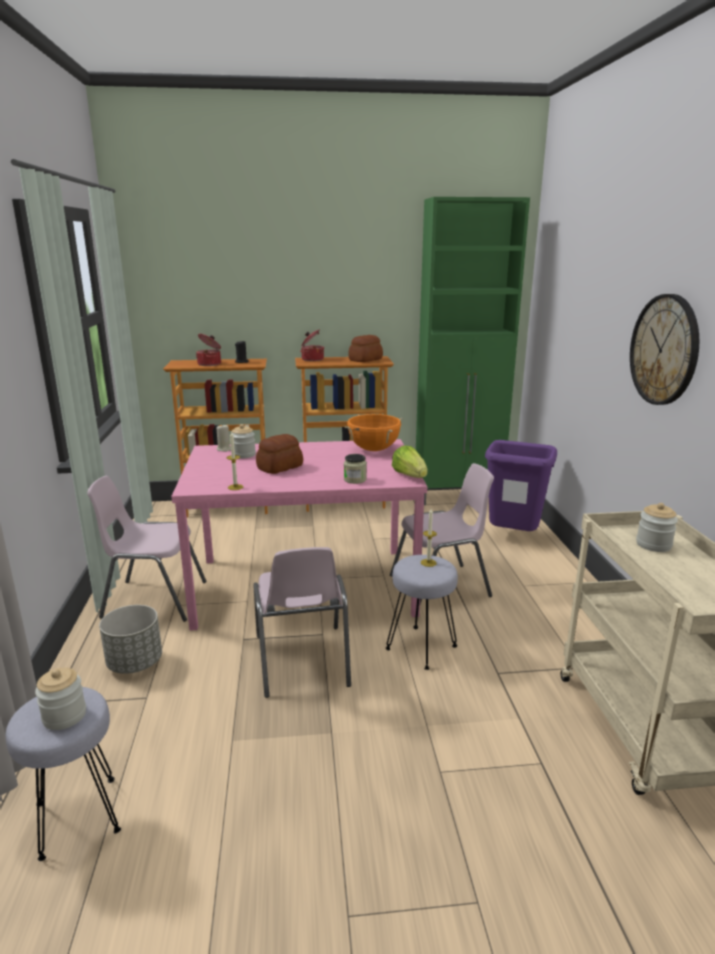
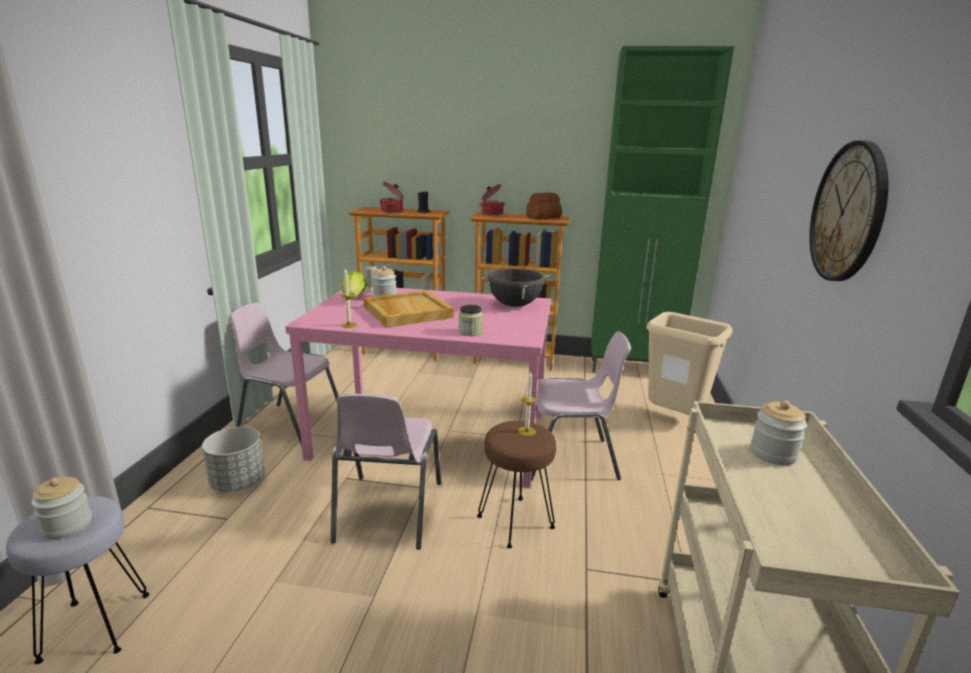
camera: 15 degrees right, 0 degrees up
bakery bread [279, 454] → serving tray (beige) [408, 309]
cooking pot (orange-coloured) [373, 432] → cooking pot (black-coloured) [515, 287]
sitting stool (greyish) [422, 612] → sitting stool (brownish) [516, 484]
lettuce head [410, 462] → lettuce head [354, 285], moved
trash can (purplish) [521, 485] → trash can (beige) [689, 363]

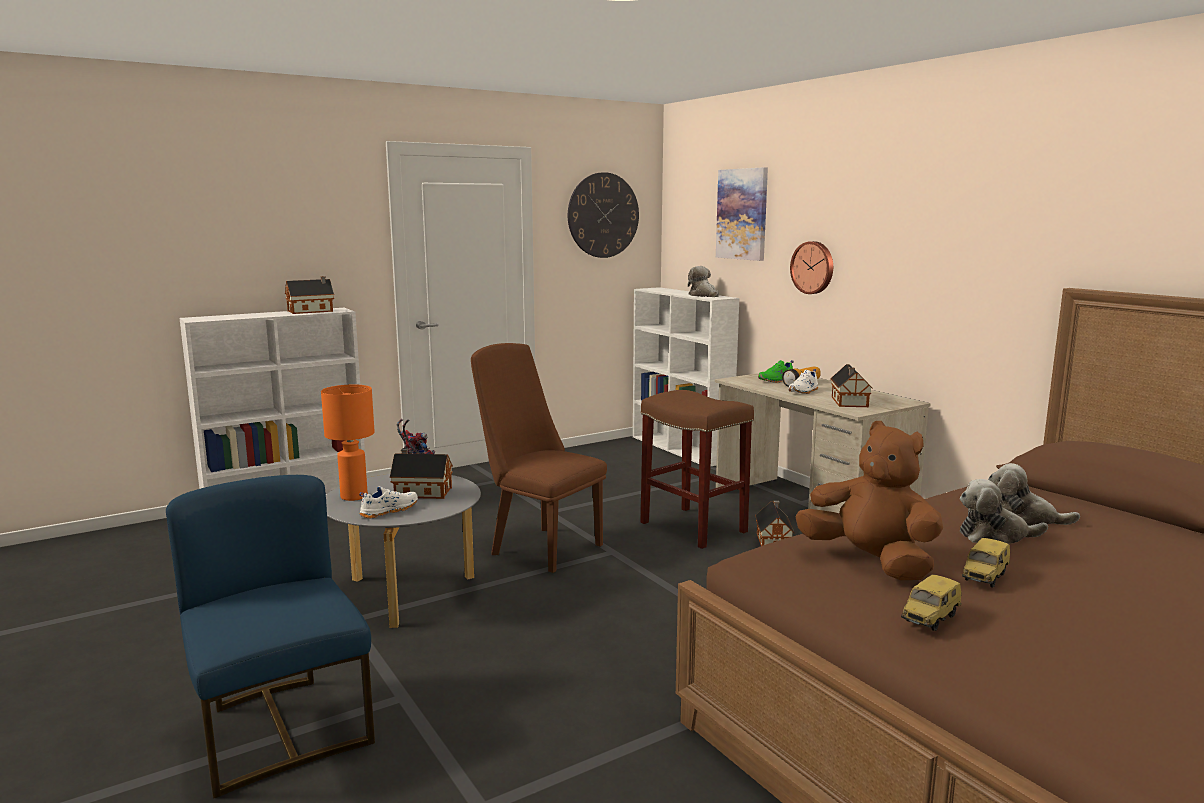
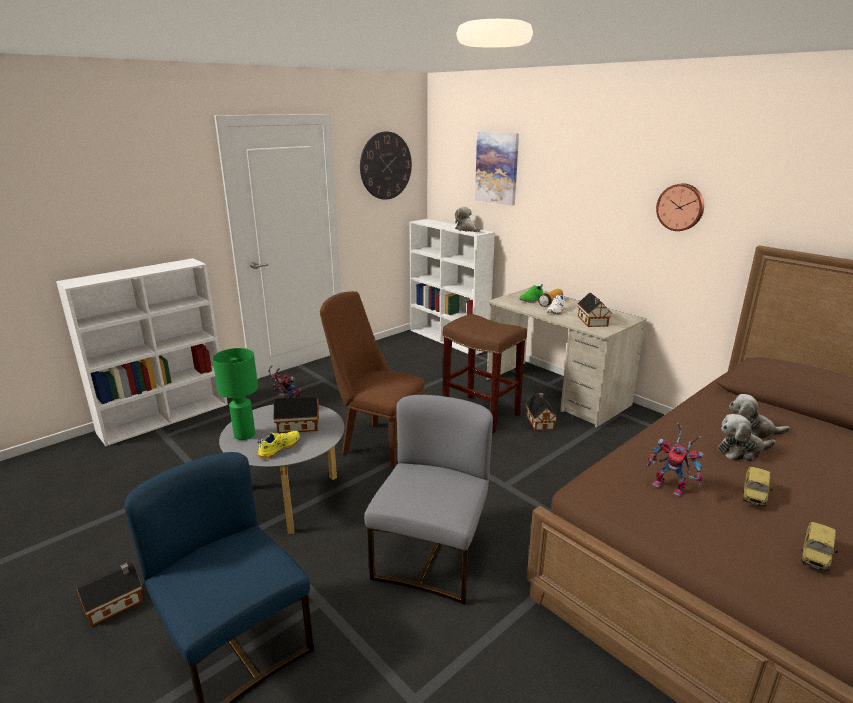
camera: 10 degrees left, 10 degrees up
toy house [309, 295] → toy house [109, 594], moved
tabletop lamp (orange-coloured) [348, 442] → tabletop lamp (green) [235, 394]
shoe (white) [388, 502] → shoe (yellow-coloured) [278, 445]
hanging clock [811, 267] → hanging clock [680, 207], moved
cuddly toy (brownish) [869, 500] → robot figure [675, 459]
model car [931, 603] → model car [819, 546], moved
- → plain chair (greyish) [428, 500]

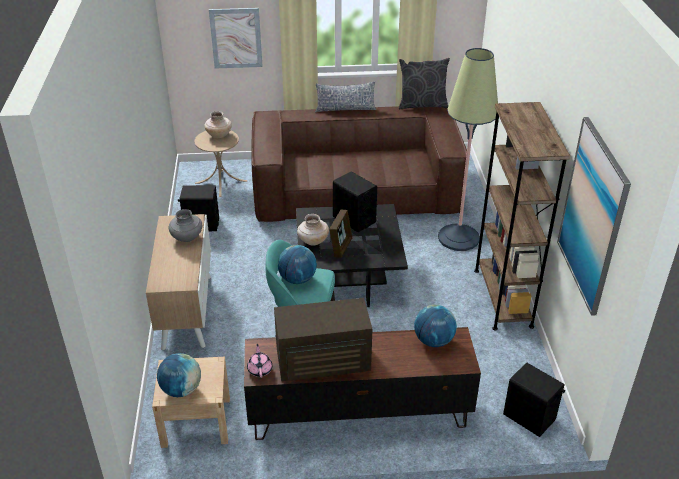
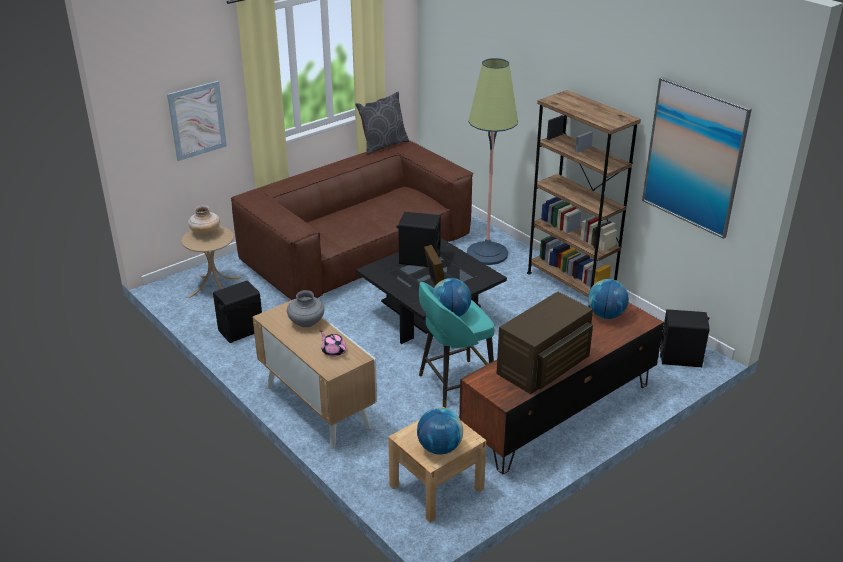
camera: 35 degrees left, 5 degrees down
pot for tea (pink-coloured) [259, 361] → pot for tea (pink-coloured) [333, 343], moved
vase (beige) [313, 229] → -
throw pillow [345, 96] → -

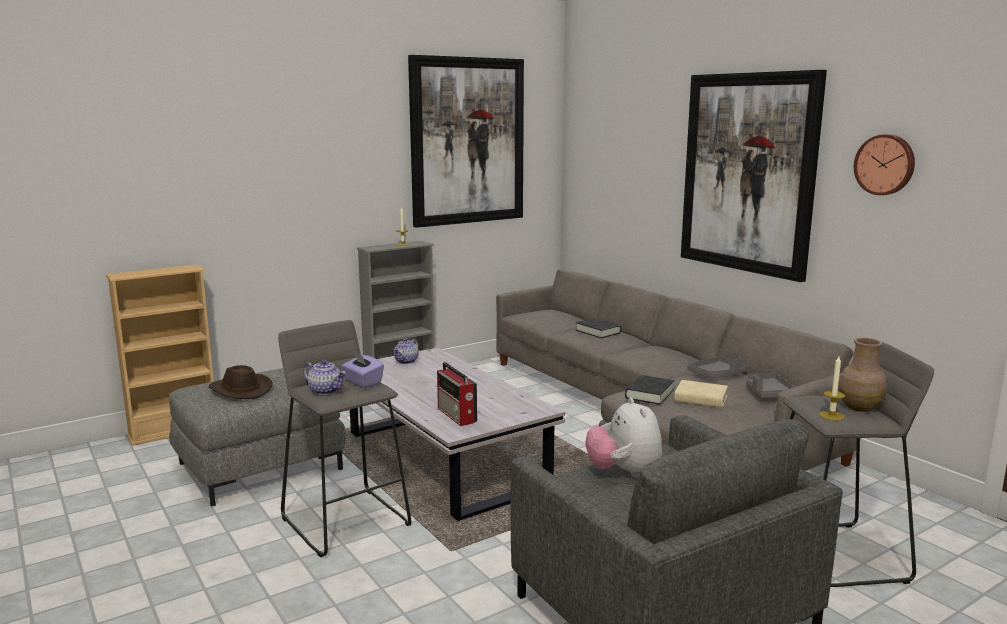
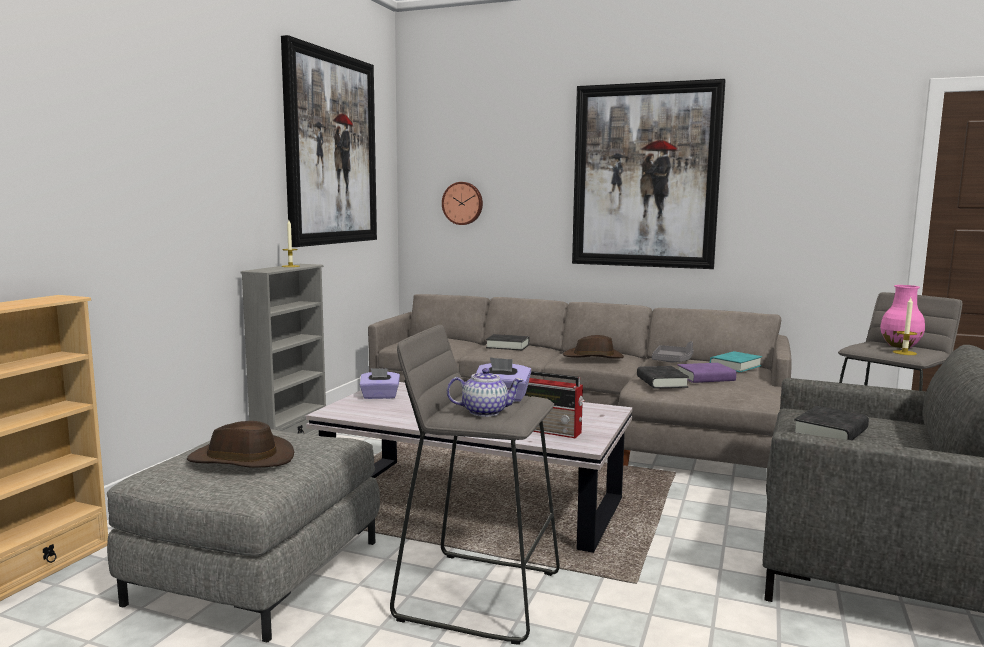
camera: 35 degrees left, 5 degrees down
pot for tea [406, 351] → tissue holder (purplish) [380, 383]
cuddly toy [623, 437] → book (black-coloured) [831, 423]
book (beige) [701, 394] → book (purplish) [707, 373]
serving tray (greyish) [770, 385] → book (turquoise) [736, 361]
vase (brownish) [862, 375] → vase (pink-coloured) [902, 316]
hanging clock [884, 164] → hanging clock [462, 203], moved
- → hat (brownish) [593, 347]

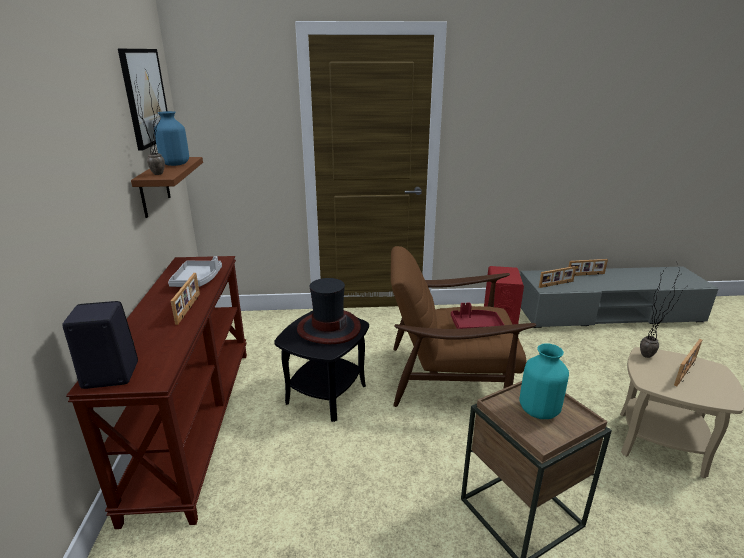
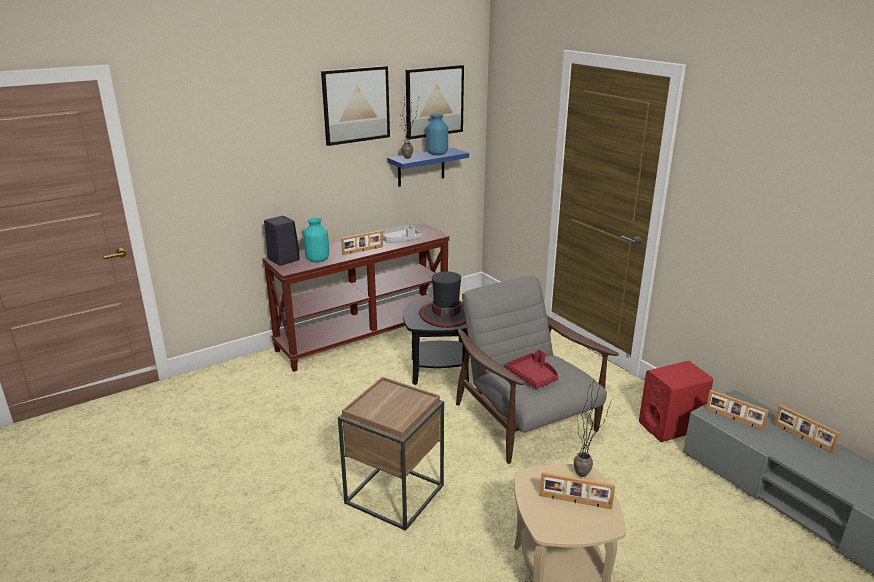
camera: 60 degrees right, 0 degrees up
shelf (brownish) [167, 187] → shelf (blue) [428, 167]
easy chair (brownish) [463, 326] → easy chair (greyish) [537, 370]
vase (turquoise) [544, 381] → vase (turquoise) [316, 240], moved
- → wall art [355, 106]

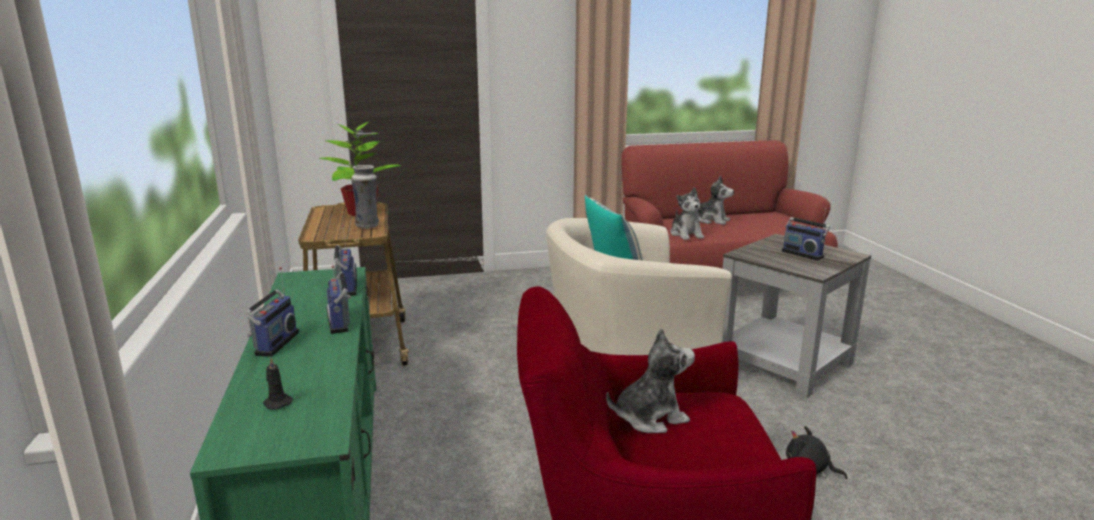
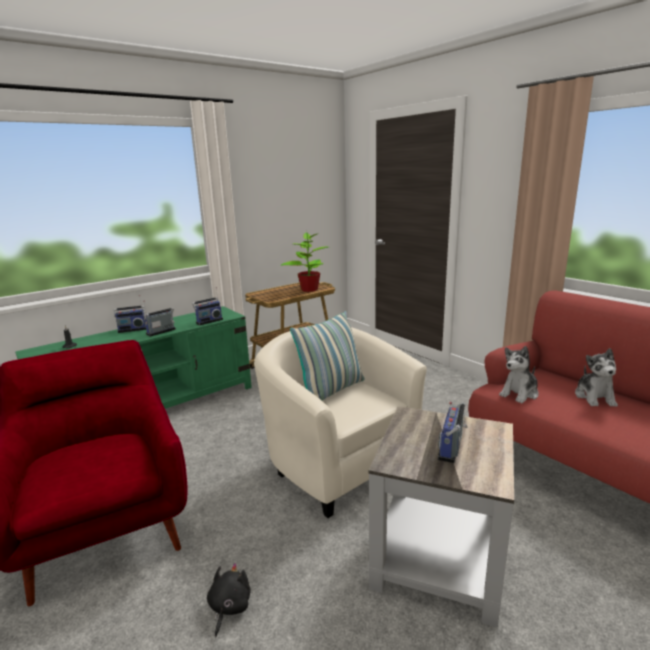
camera: 65 degrees right, 0 degrees up
vase [365, 197] → -
cuddly toy [650, 380] → -

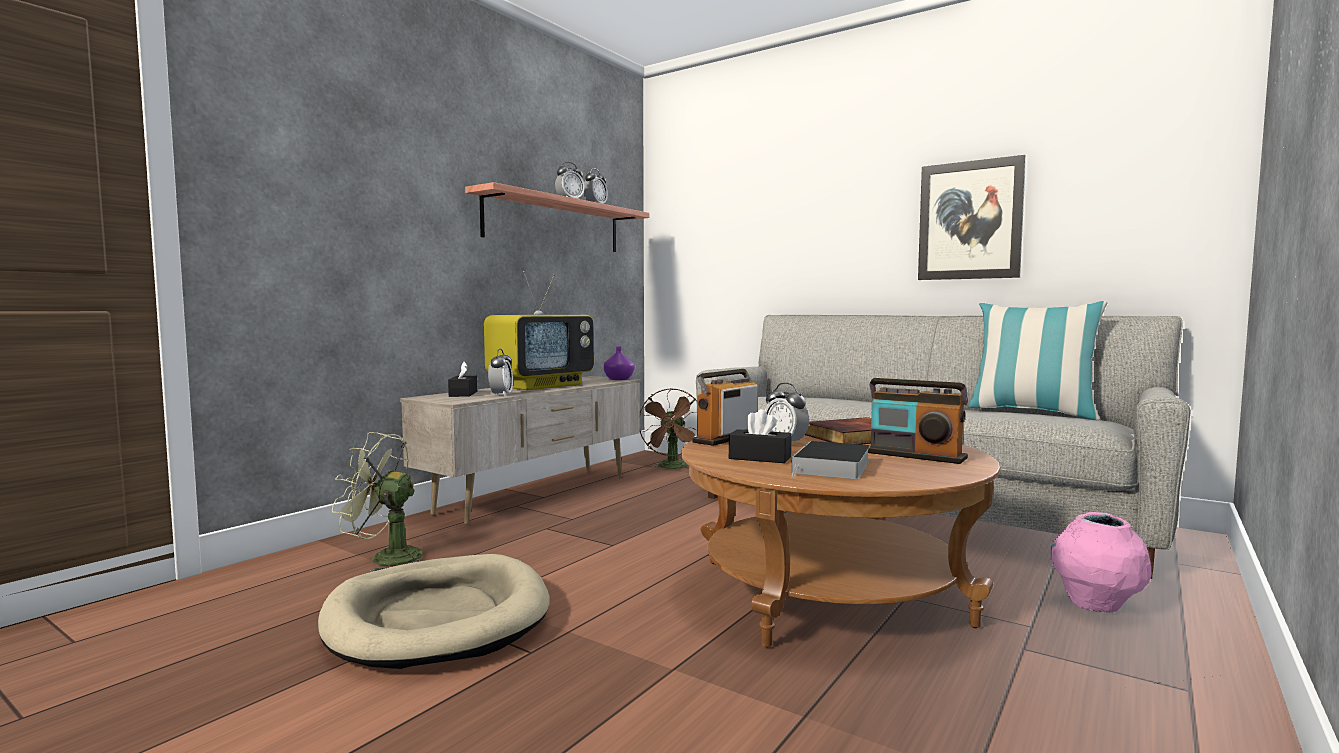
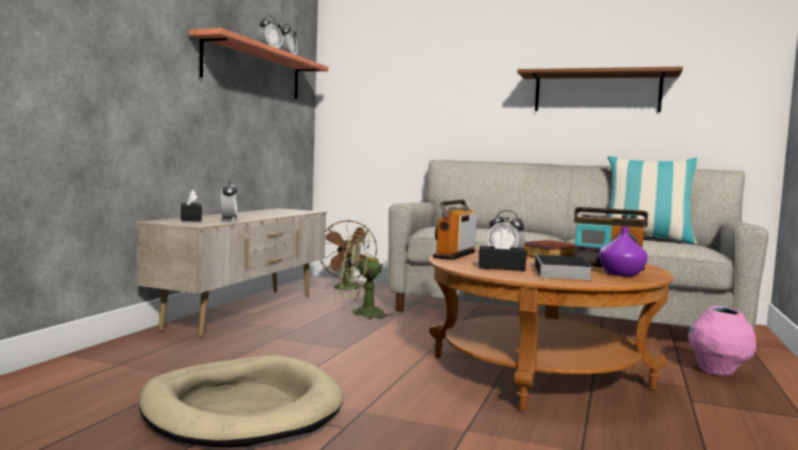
camera: 15 degrees left, 0 degrees up
cooling fan (green) [378, 502] → cooling fan (green) [367, 275], moved
TV [539, 330] → -
vase (purplish) [619, 363] → vase (purplish) [623, 252], moved
wall art [972, 217] → shelf (brownish) [600, 89]

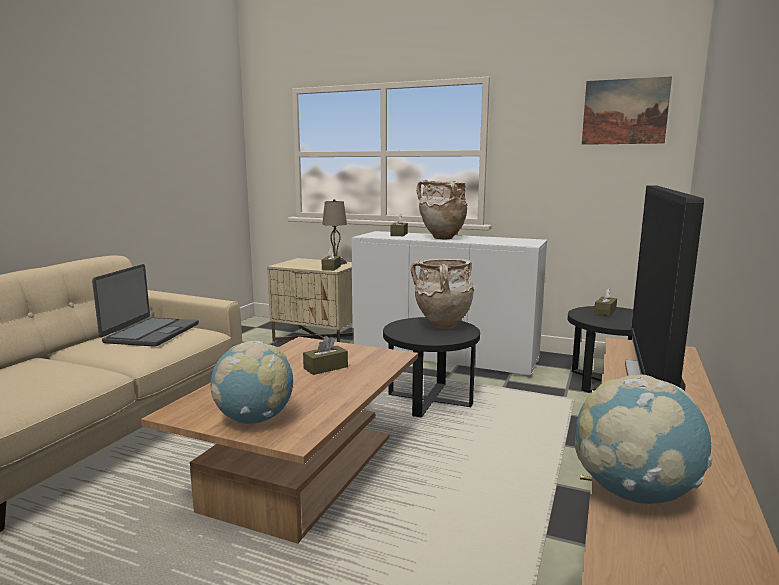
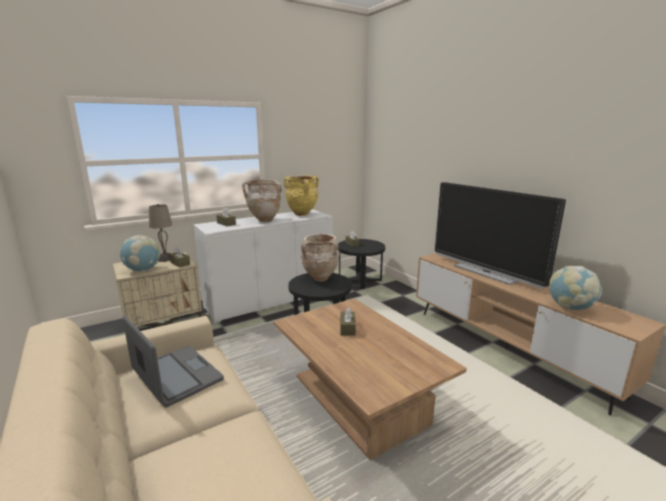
camera: 55 degrees left, 5 degrees up
desk globe [251, 382] → desk globe [140, 253], moved
wall art [627, 110] → -
- → vase (yellow-coloured) [301, 196]

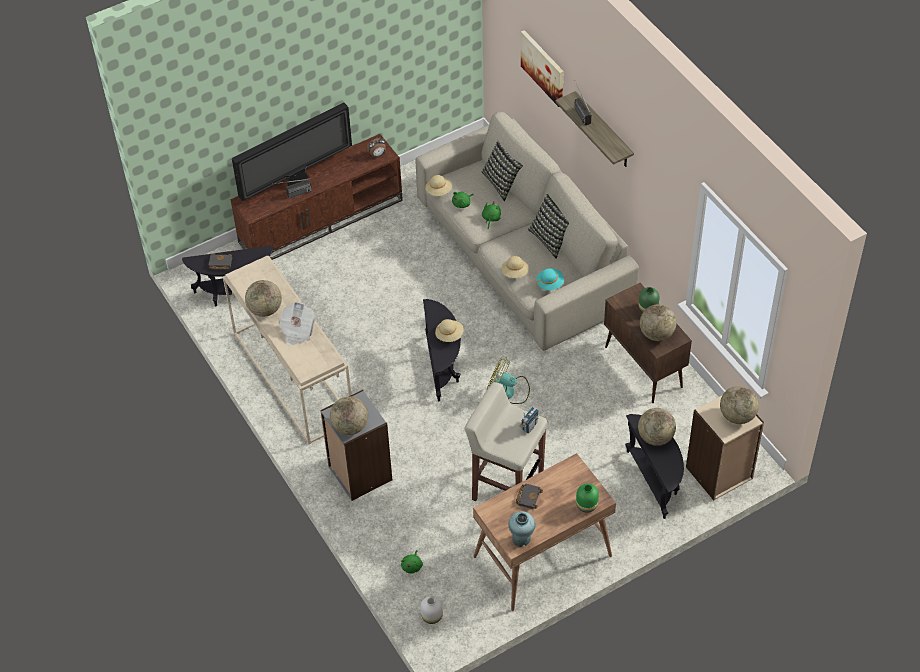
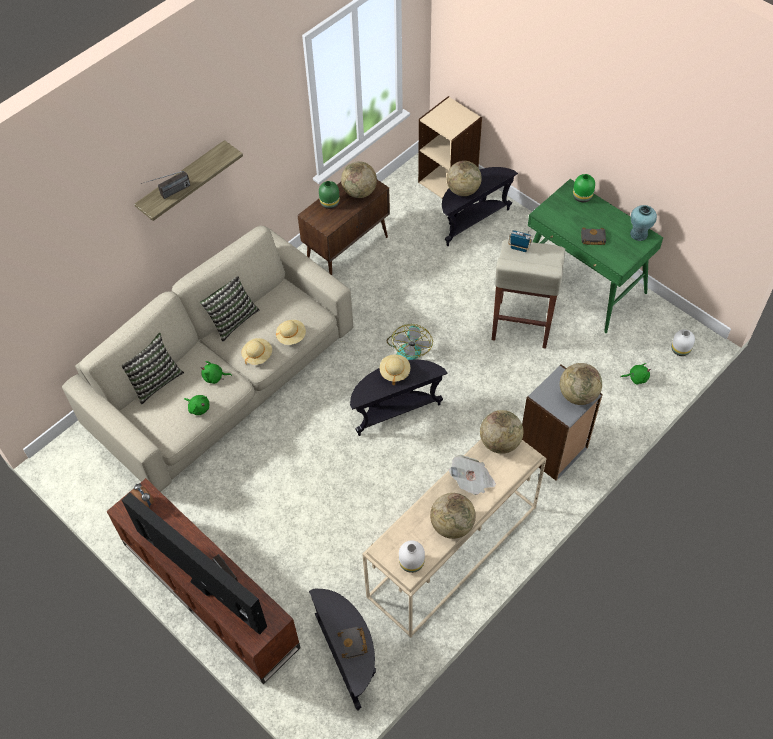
camera: 105 degrees left, 5 degrees up
hat (beige) [438, 185] → hat (beige) [257, 351], moved
desk unit (brownish) [544, 532] → desk unit (green) [595, 256]
wall art [542, 68] → -
hat (turquoise) [550, 279] → -
desk globe [739, 405] → desk globe [501, 432], moved
- → vase (white) [412, 556]

